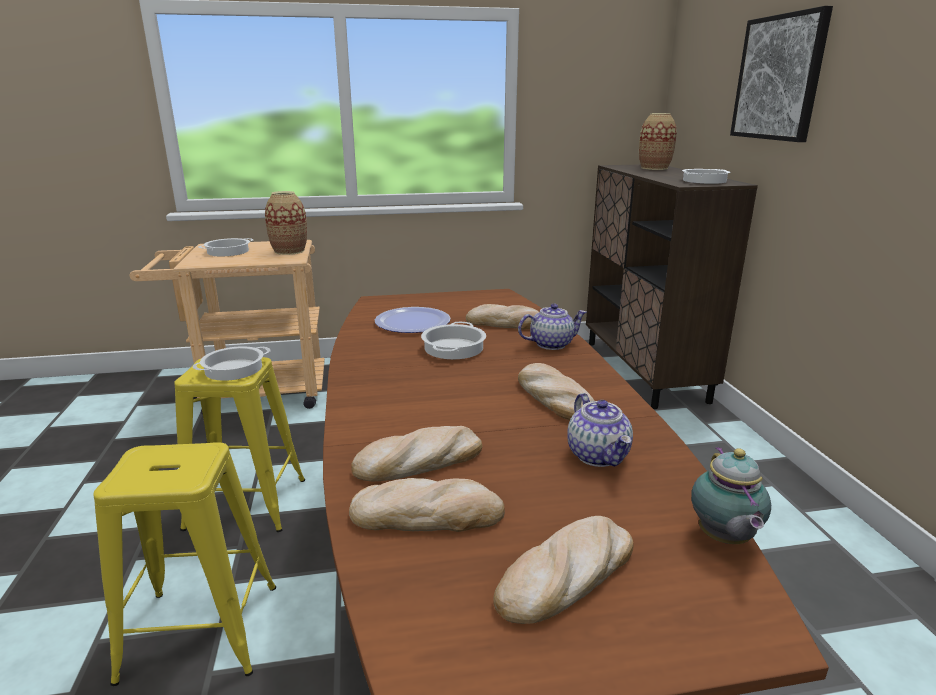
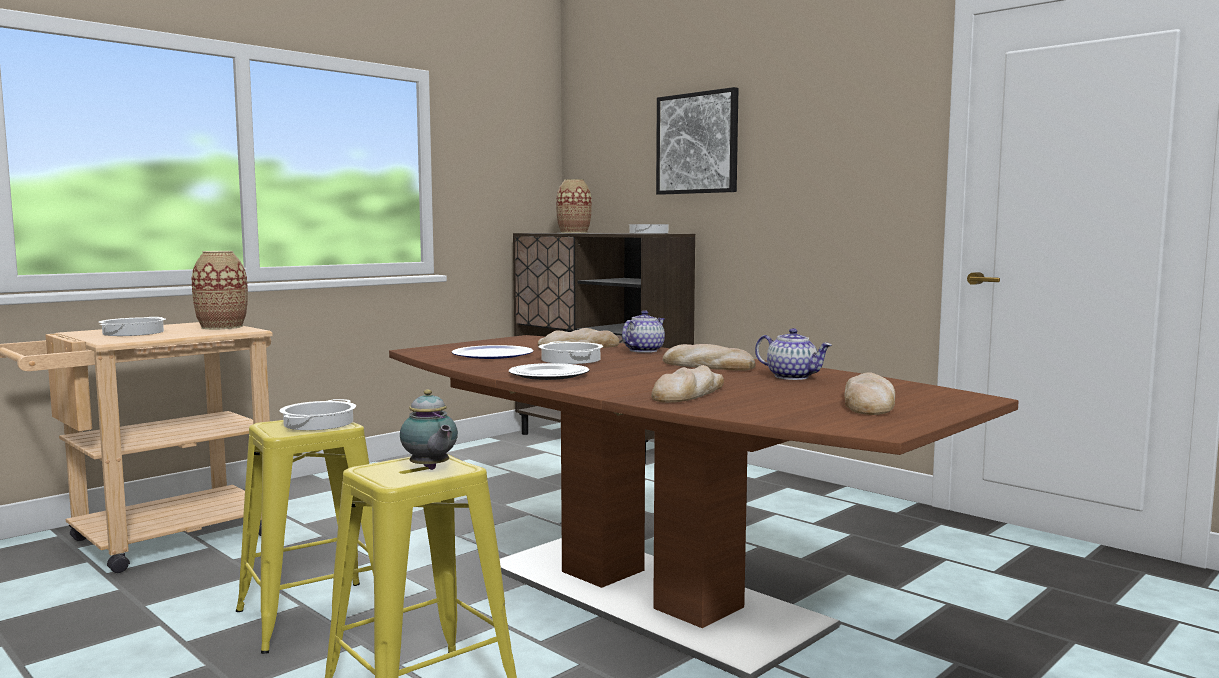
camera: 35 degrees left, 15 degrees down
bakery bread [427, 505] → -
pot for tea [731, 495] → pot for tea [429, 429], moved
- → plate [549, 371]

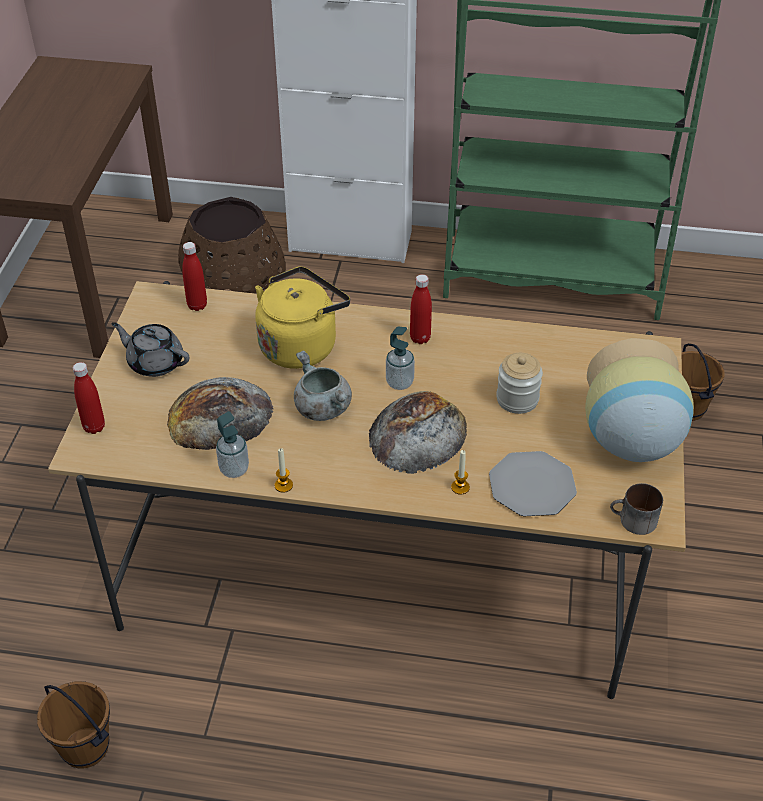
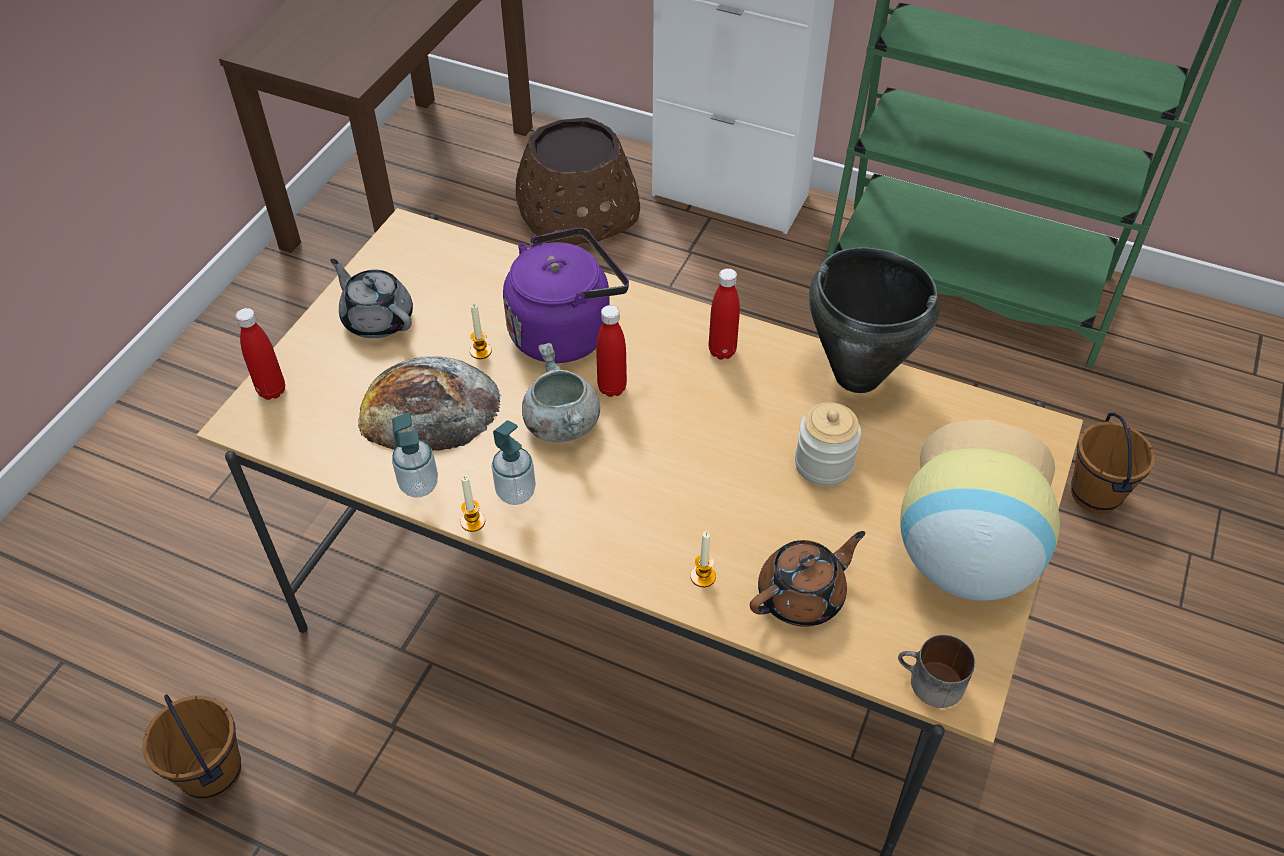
camera: 15 degrees right, 5 degrees up
drink bottle (red) [194, 276] → drink bottle (red) [611, 351], moved
tea kettle (yellow-coloured) [302, 317] → tea kettle (purplish) [566, 295]
bakery bread [418, 432] → -
soap dispenser [400, 358] → soap dispenser [514, 463], moved
plate [533, 483] → pot for tea (brownish) [807, 579]
- → wax candle [481, 331]
- → cooking pot (black-coloured) [874, 320]

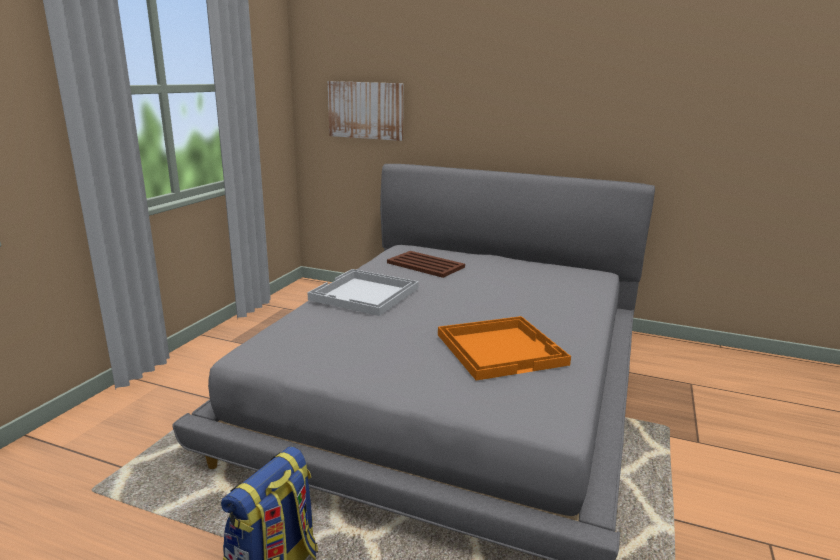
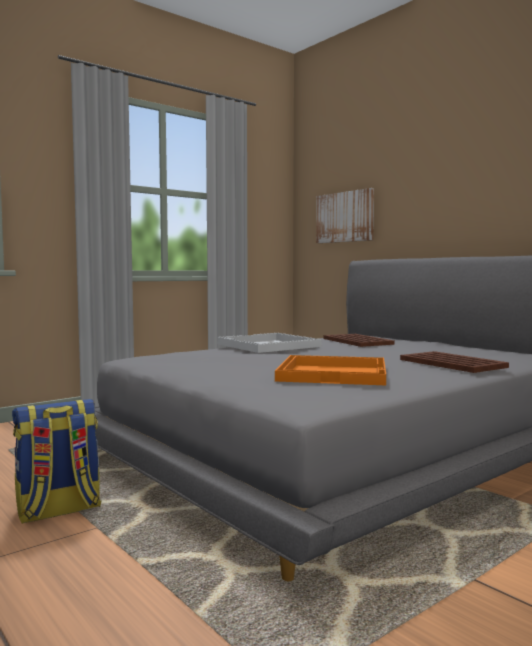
camera: 30 degrees right, 15 degrees down
- → serving tray (brownish) [454, 362]

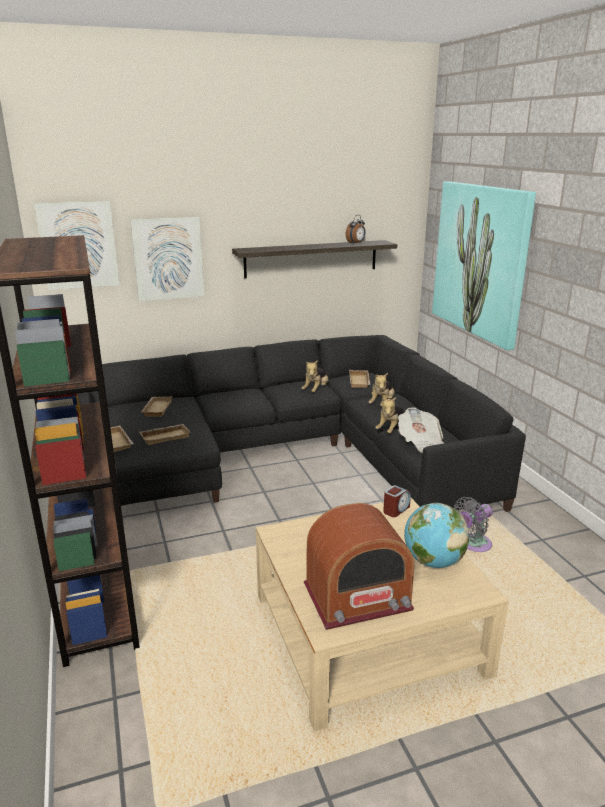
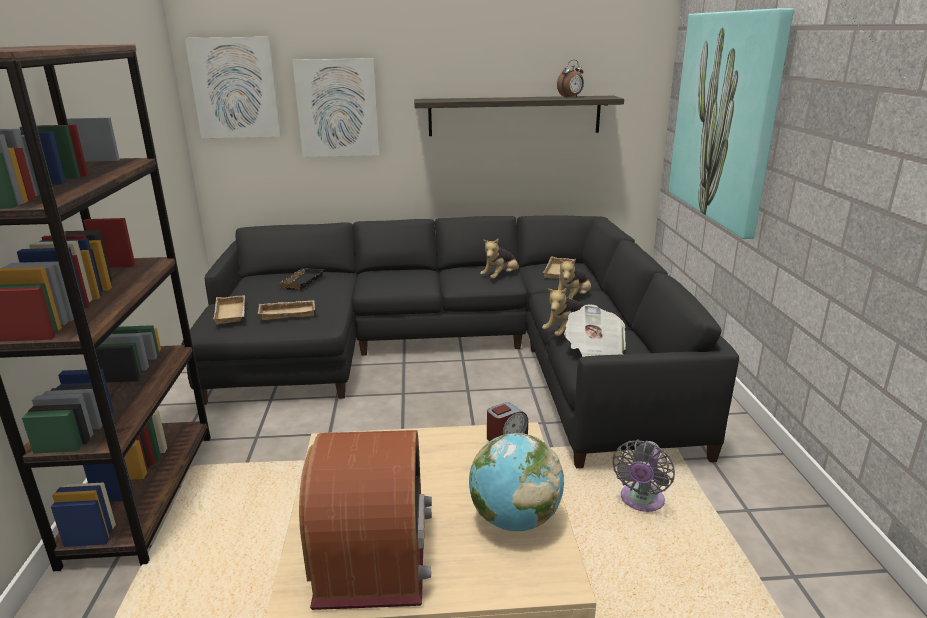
camera: 15 degrees right, 0 degrees up
serving tray (beige) [156, 406] → serving tray (black-coloured) [301, 279]
radio set [359, 566] → radio set [365, 520], 90 degrees counterclockwise
cooling fan (greyish) [473, 524] → cooling fan (greyish) [644, 476], 45 degrees counterclockwise

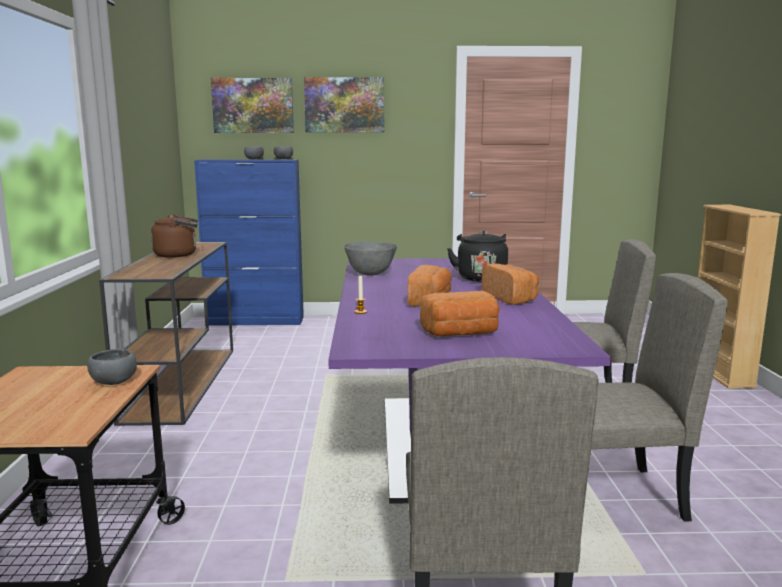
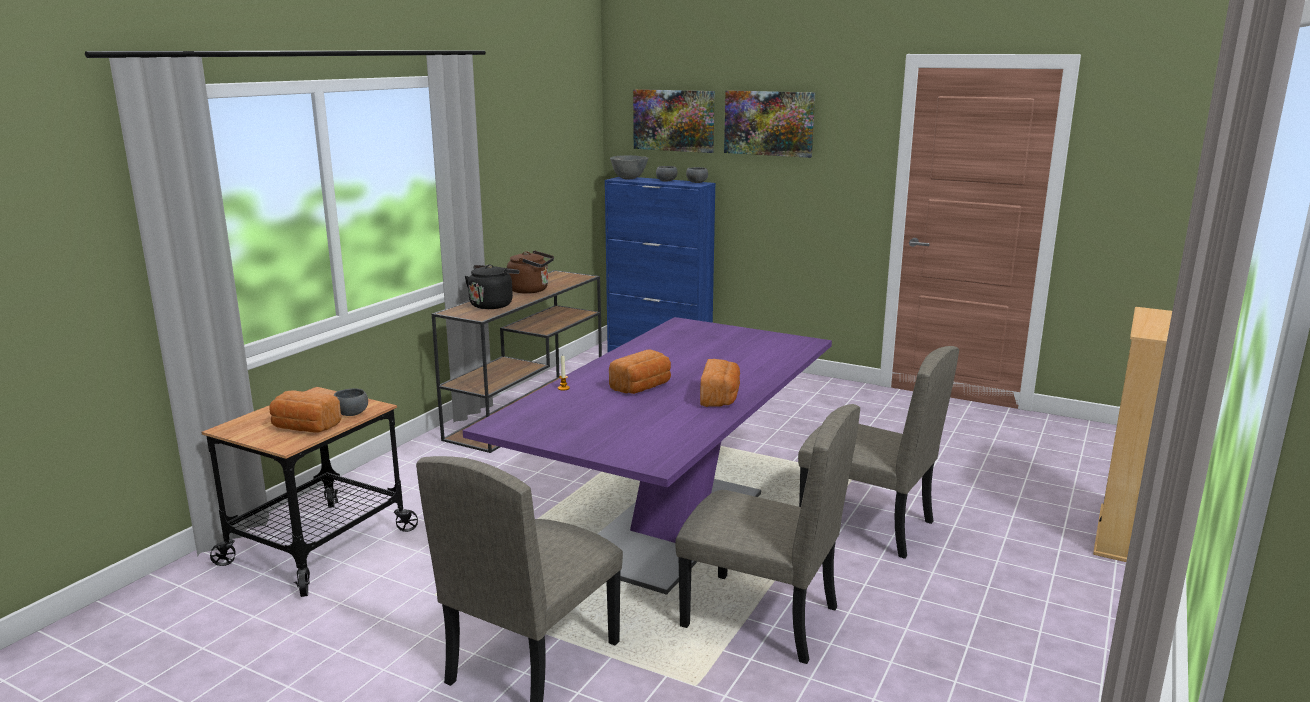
camera: 30 degrees right, 5 degrees up
bowl (greyish) [370, 259] → bowl (greyish) [629, 167], moved
bakery bread [460, 314] → bakery bread [305, 411], moved
tea kettle (black-coloured) [477, 256] → tea kettle (black-coloured) [492, 286], moved

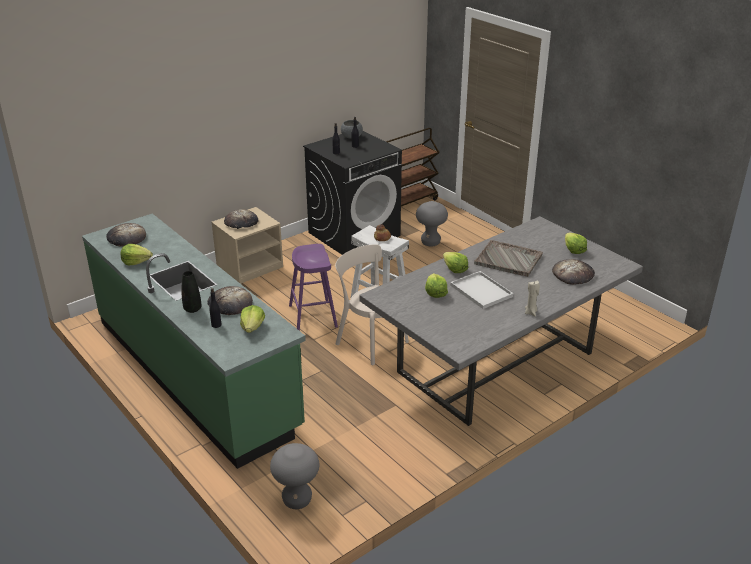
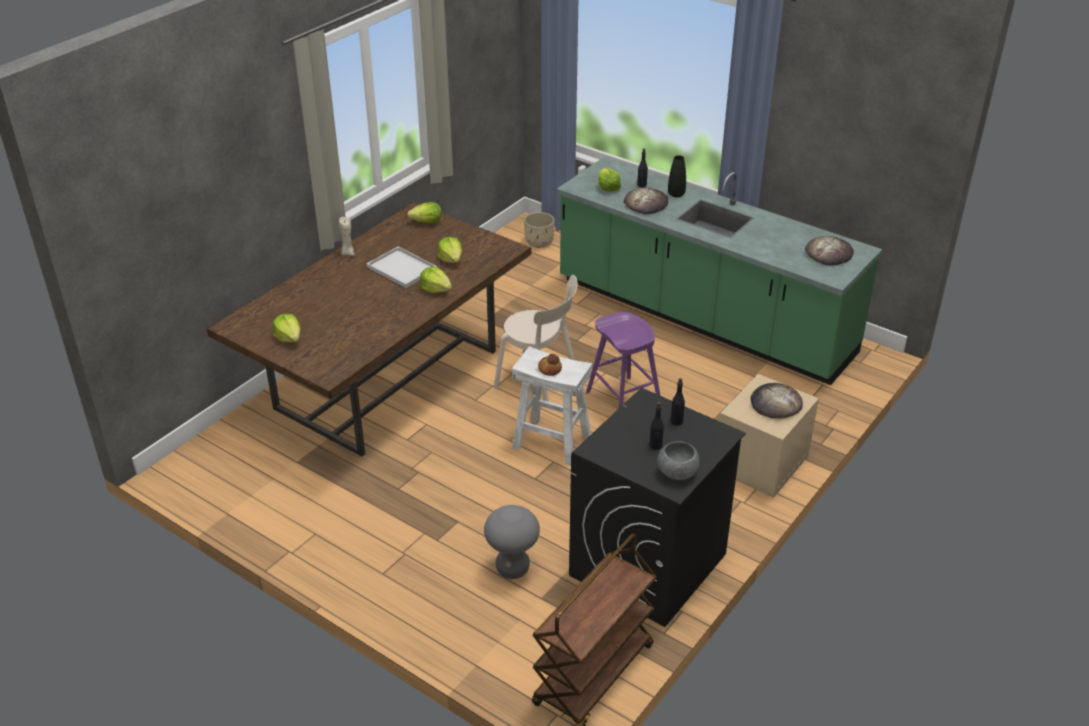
camera: 165 degrees right, 5 degrees up
lettuce head [137, 254] → lettuce head [424, 212], moved
sitting stool (greyish) [294, 476] → plant pot (beige) [539, 230]
dinner table (greyish) [501, 321] → dinner table (brownish) [369, 329]
serving tray (greyish) [508, 258] → -
bakery bread [573, 272] → -

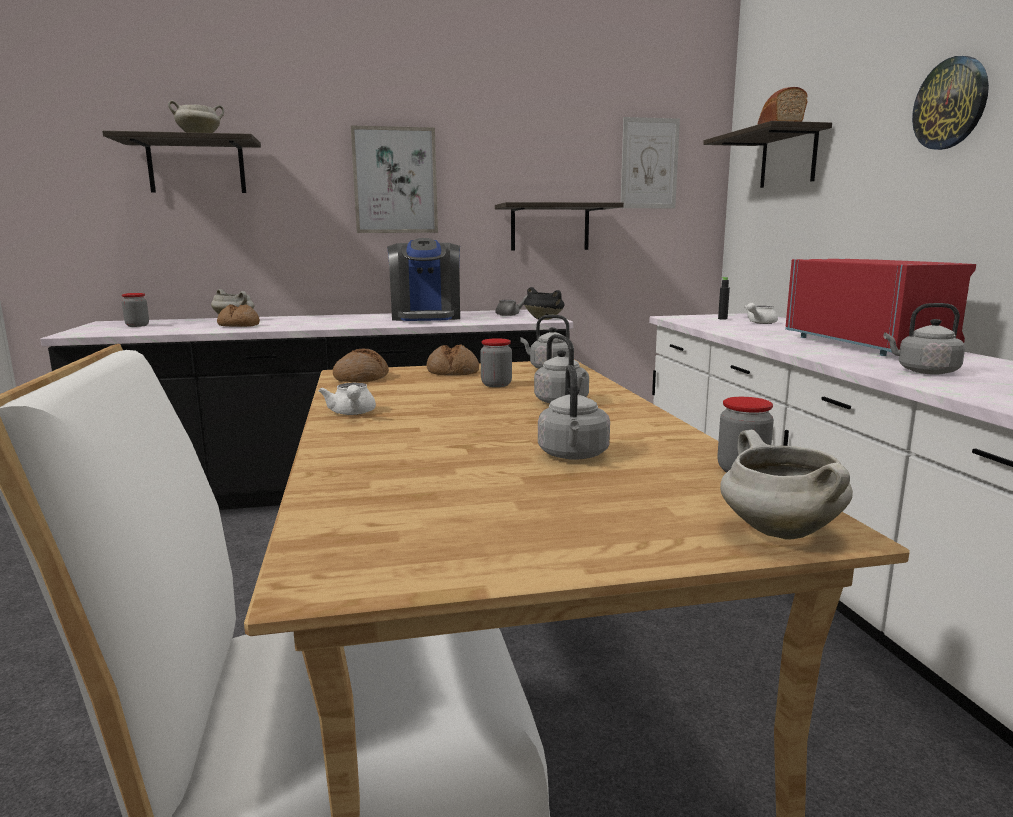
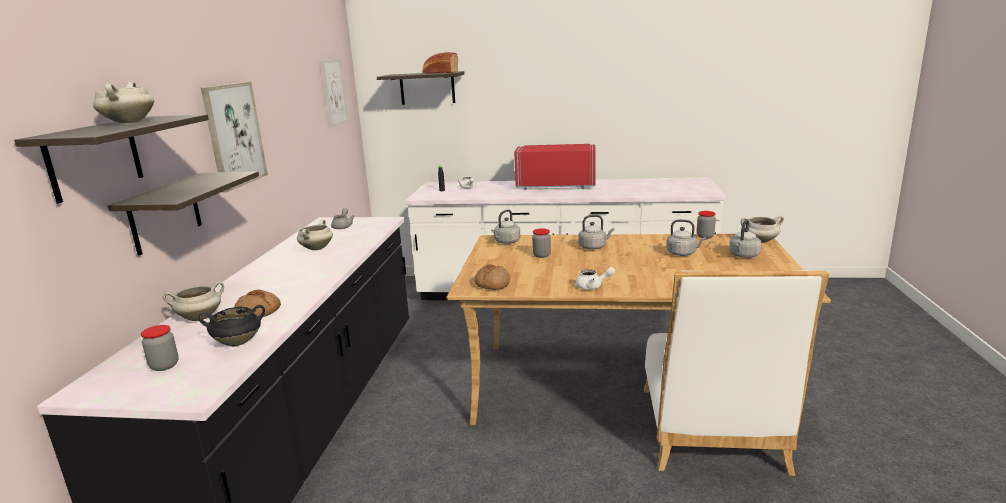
camera: 70 degrees left, 5 degrees up
coffee machine [423, 279] → cooking pot (white) [315, 235]
bakery bread [452, 360] → -
shelf [559, 226] → shelf [183, 213], moved
cooking pot (black-coloured) [544, 303] → cooking pot (black-coloured) [231, 326], moved
tea kettle (greyish) [924, 339] → tea kettle (greyish) [745, 238], moved
hanging clock [950, 103] → -

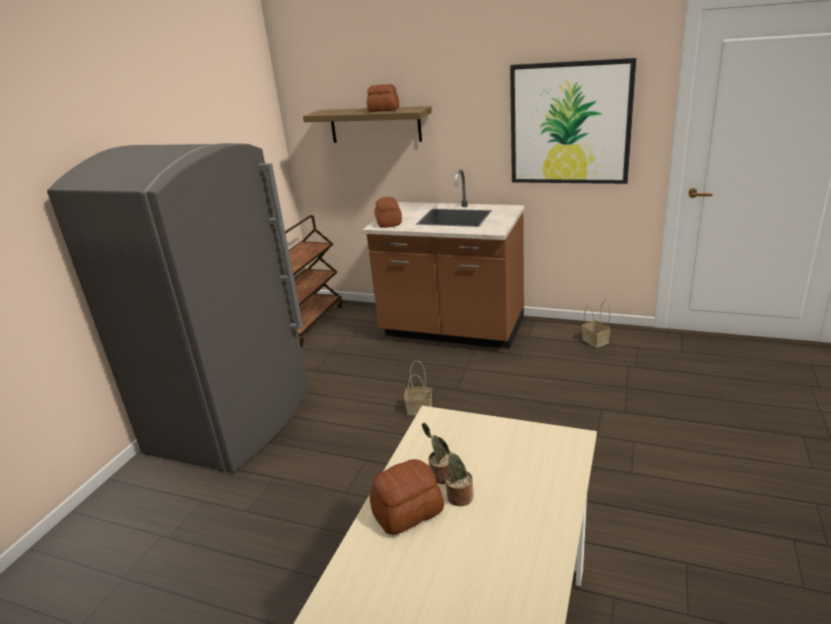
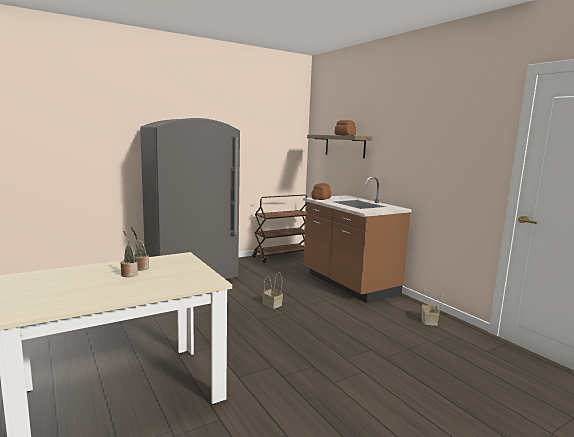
camera: 35 degrees right, 15 degrees down
bakery bread [407, 497] → -
wall art [573, 121] → -

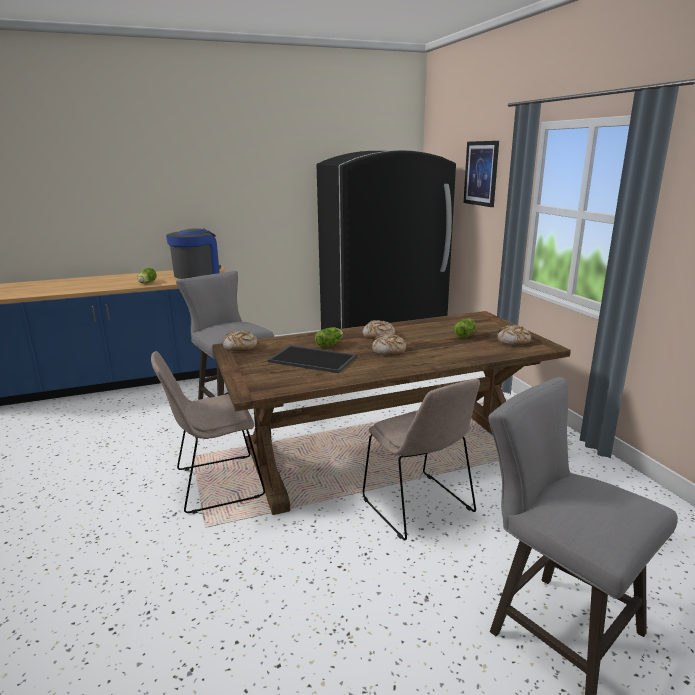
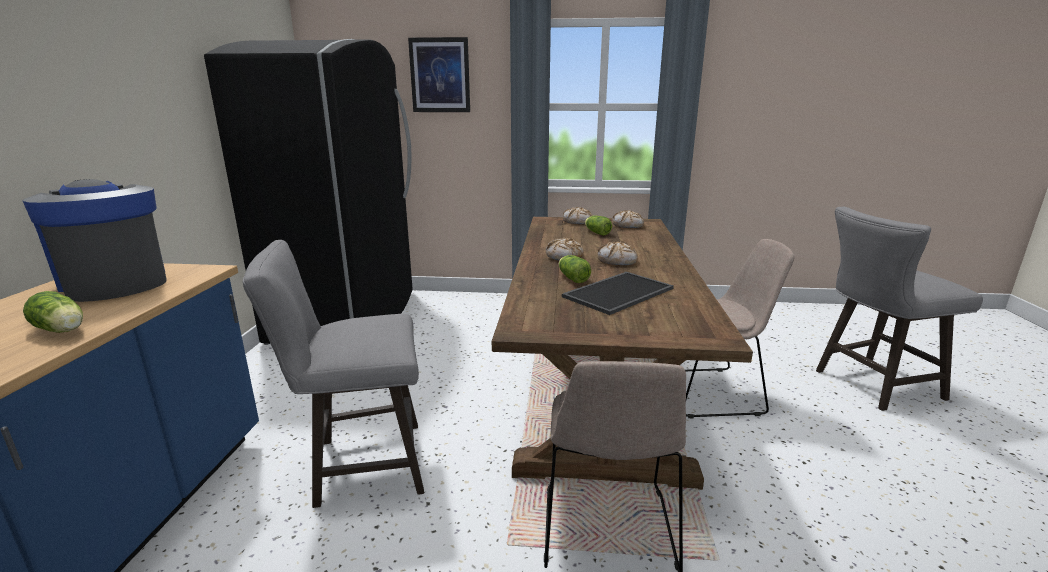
camera: 65 degrees left, 0 degrees up
bakery bread [240, 340] → bakery bread [578, 215], moved

